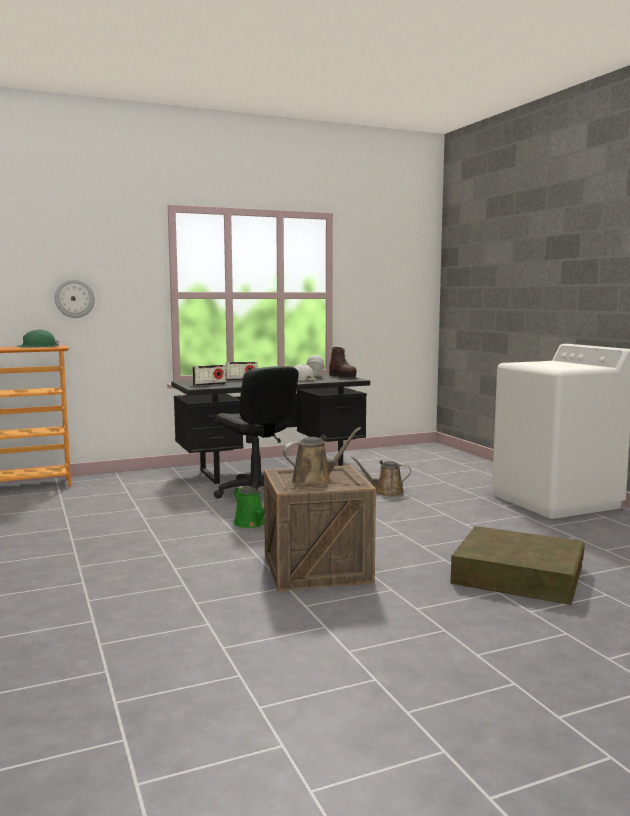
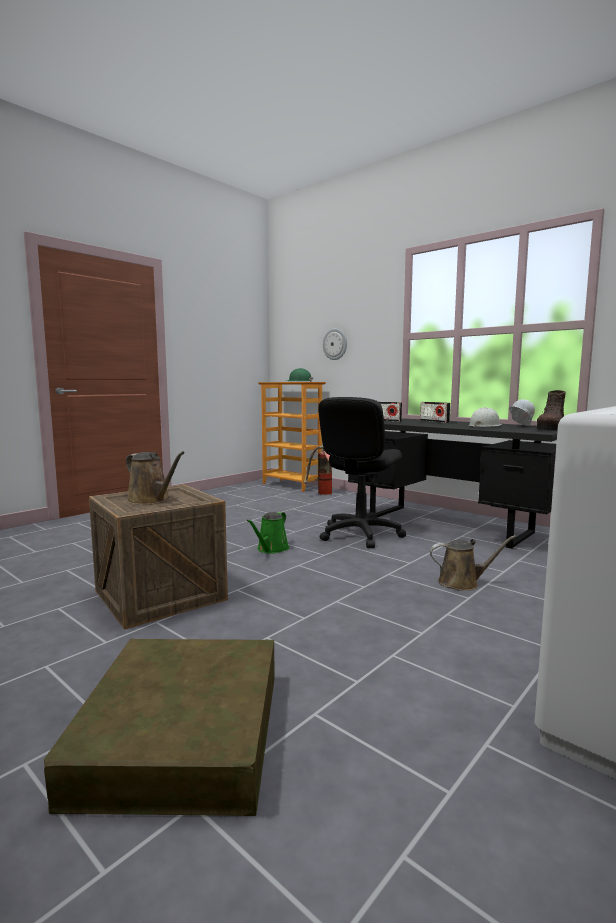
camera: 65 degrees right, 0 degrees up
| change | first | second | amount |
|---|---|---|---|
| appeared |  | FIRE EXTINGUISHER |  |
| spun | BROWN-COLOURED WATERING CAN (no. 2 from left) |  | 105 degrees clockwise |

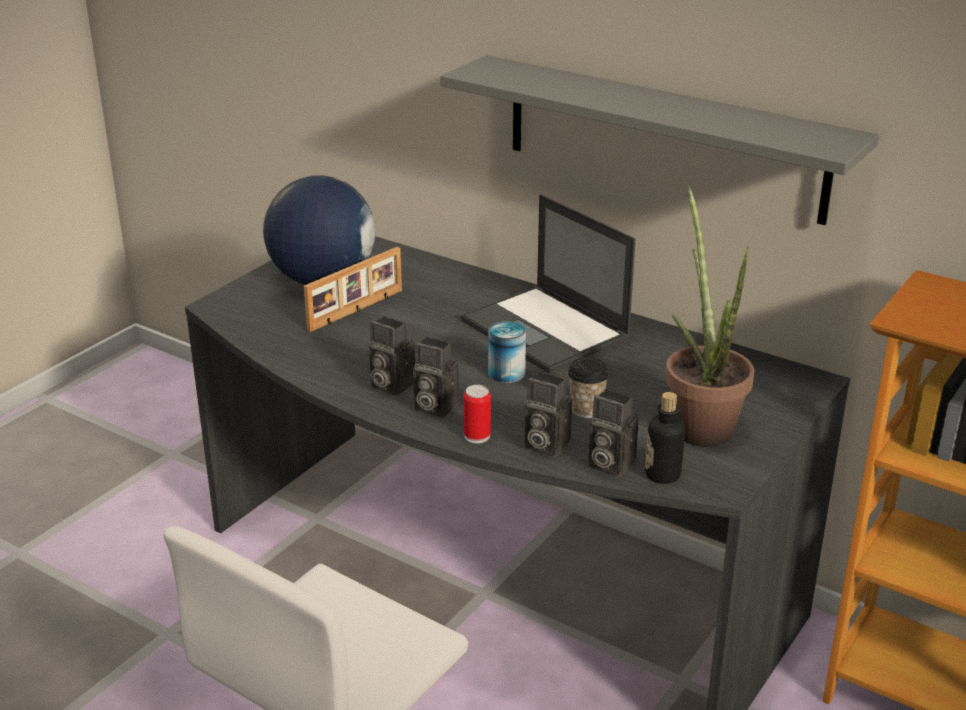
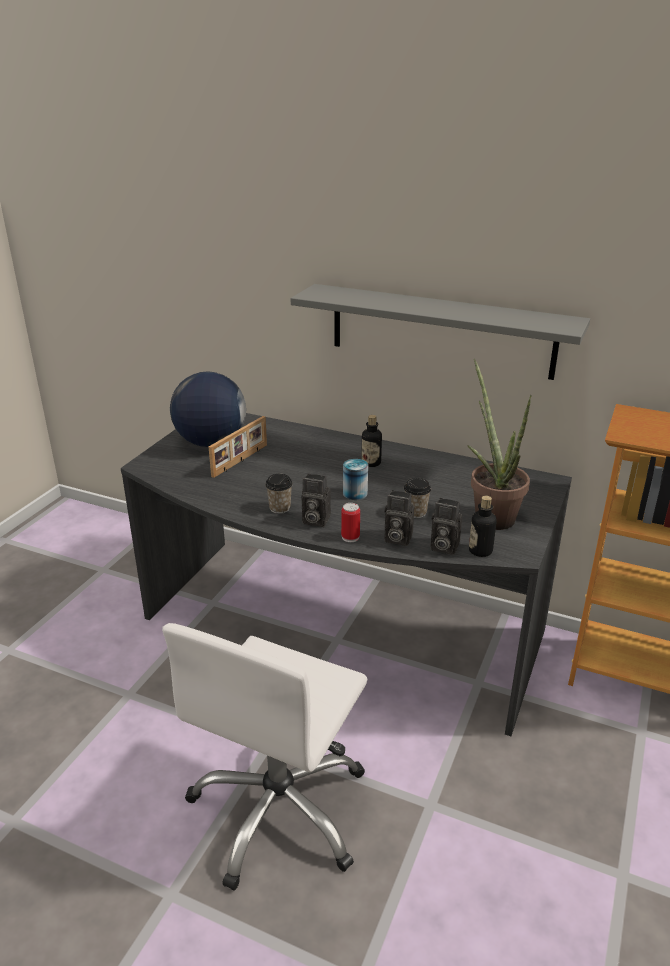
camera: 10 degrees left, 0 degrees up
| change | first | second | amount |
|---|---|---|---|
| exchanged | STILL CAMERA (no. 1 from left) | SMALL CUP (no. 1 from left) |  |
| exchanged | PORTABLE COMPUTER | BEVERAGE BOTTLE (no. 1 from left) |  |

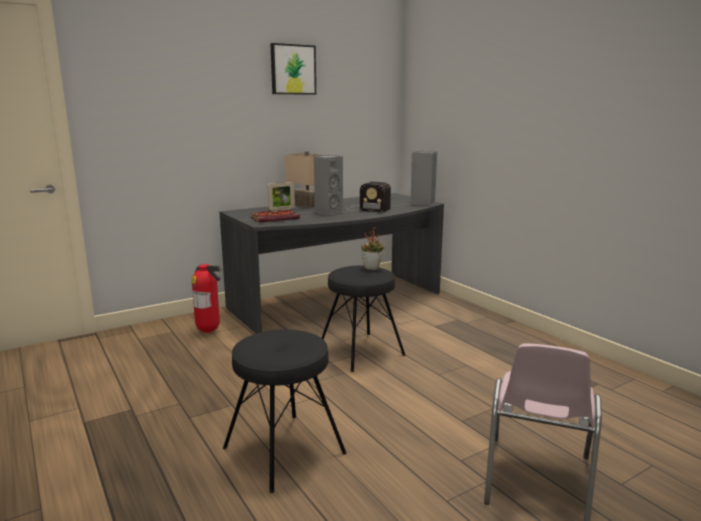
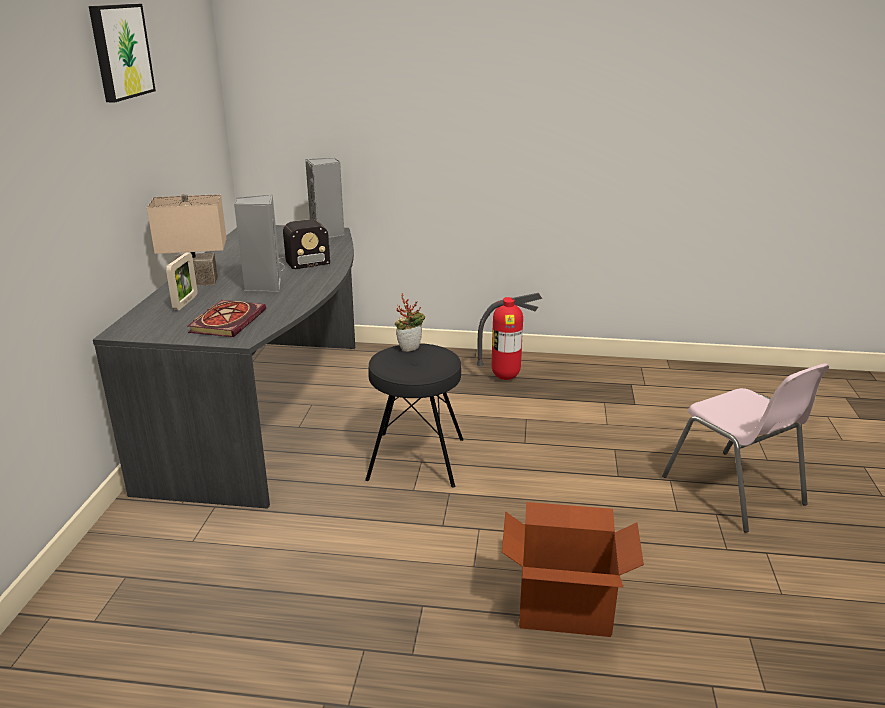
camera: 50 degrees left, 10 degrees up
| change | first | second | amount |
|---|---|---|---|
| relocated | FIRE EXTINGUISHER |  |  |
| exchanged | BLACK SITTING STOOL (no. 1 from left) | CARTON |  |

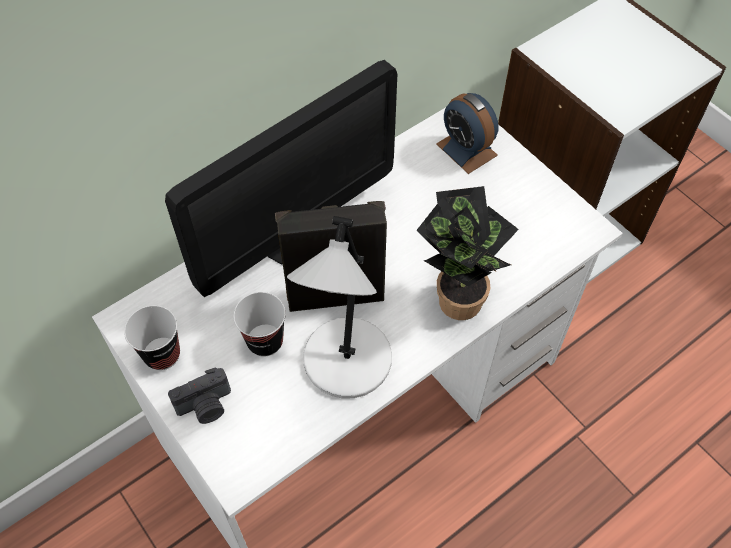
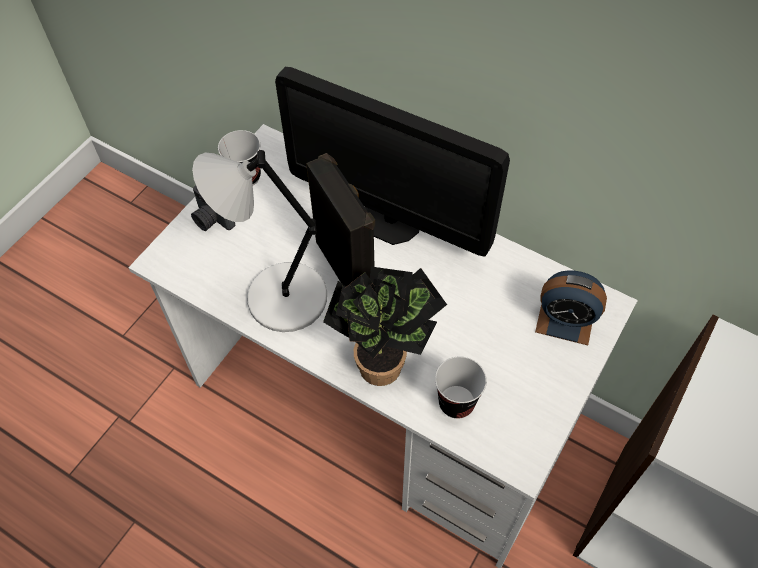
camera: 70 degrees right, 0 degrees up
| change | first | second | amount |
|---|---|---|---|
| relocated | SMALL CUP (no. 2 from left) |  |  |
| spun | ALARM CLOCK |  | 105 degrees counterclockwise |

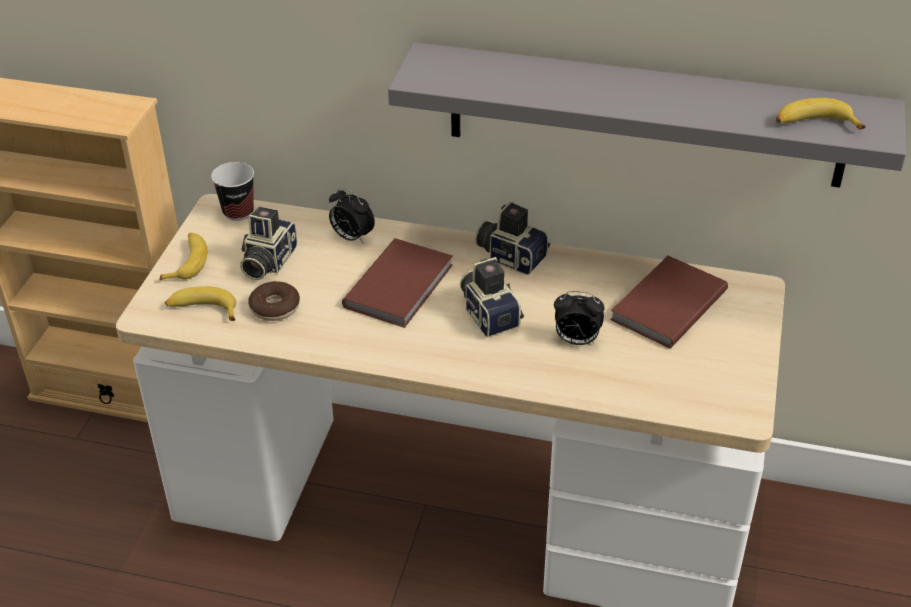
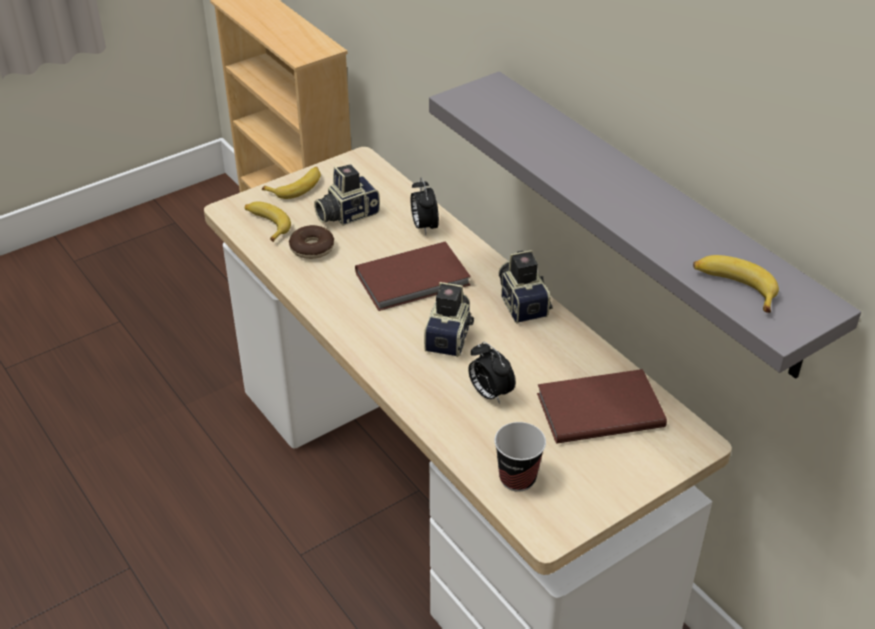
camera: 40 degrees right, 0 degrees up
| change | first | second | amount |
|---|---|---|---|
| relocated | SMALL CUP |  |  |

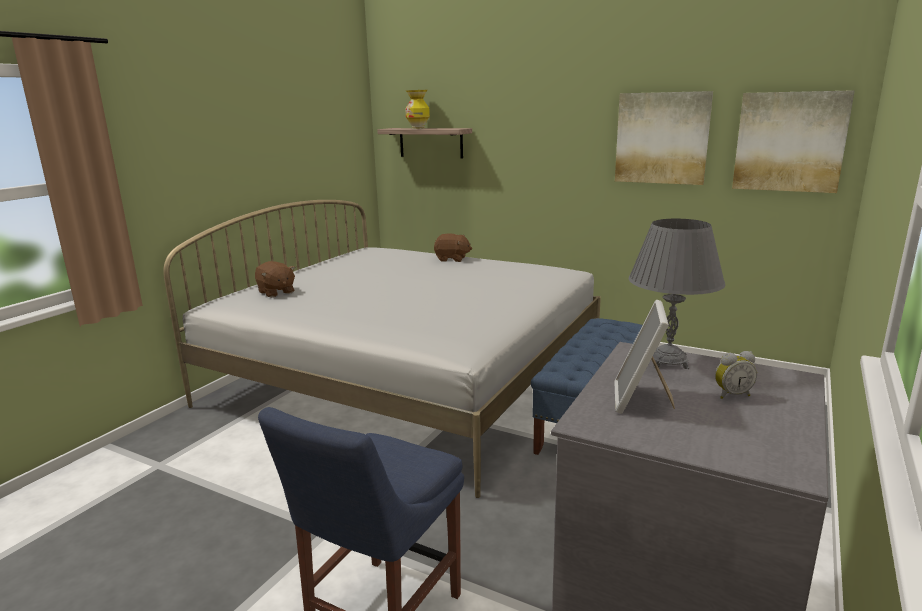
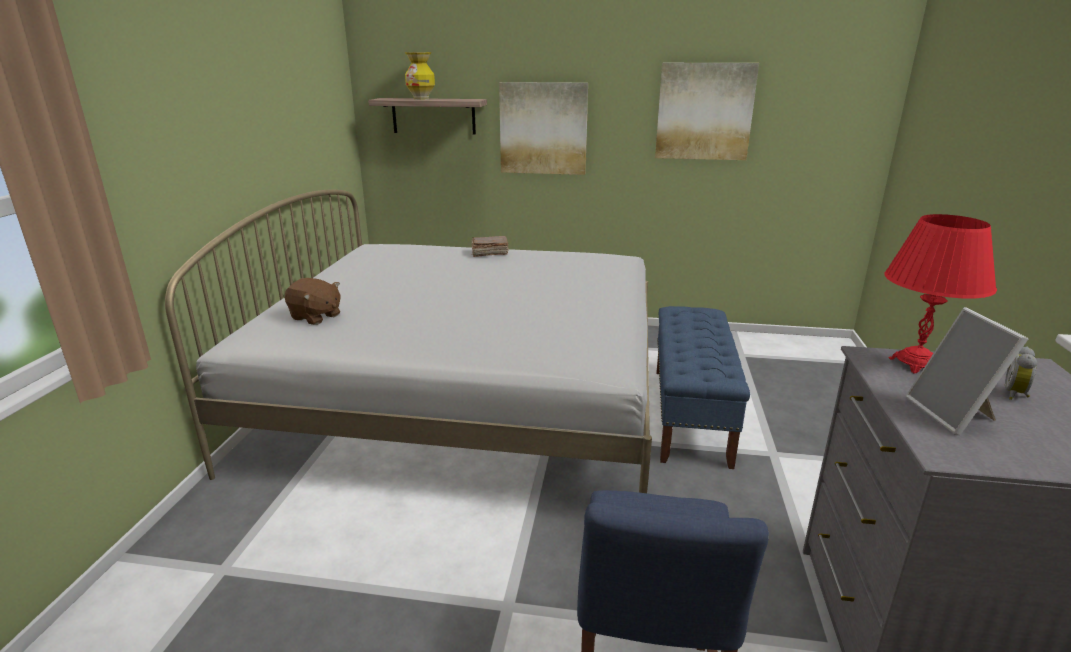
camera: 20 degrees left, 5 degrees up
| change | first | second | amount |
|---|---|---|---|
| relocated | PICTURE (no. 2 from left in the first image) | PICTURE (no. 1 from left) |  |
| exchanged | BROWN-COLOURED CUDDLY TOY (no. 2 from left) | BROWN-COLOURED BOUND BOOK |  |
| colour | GRAY TABLETOP LAMP | RED TABLETOP LAMP |  |
| spun | ALARM CLOCK |  | 150 degrees clockwise |

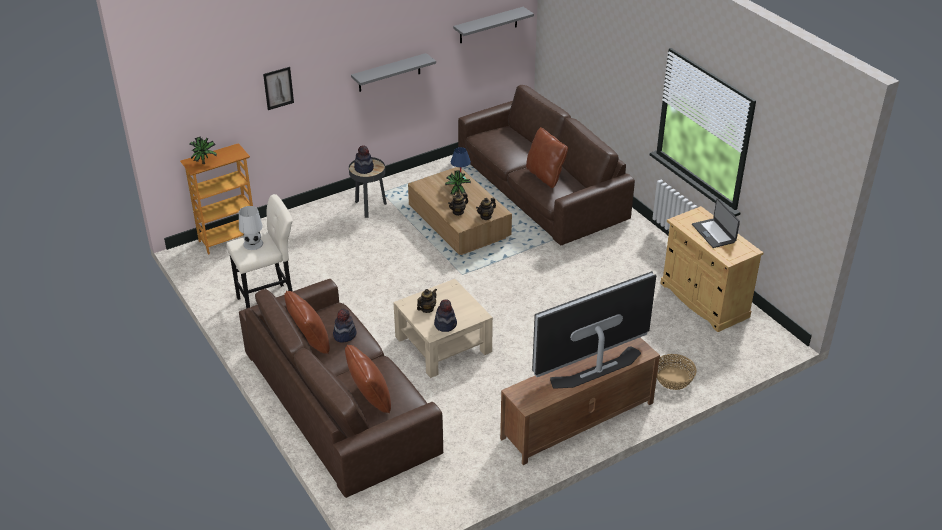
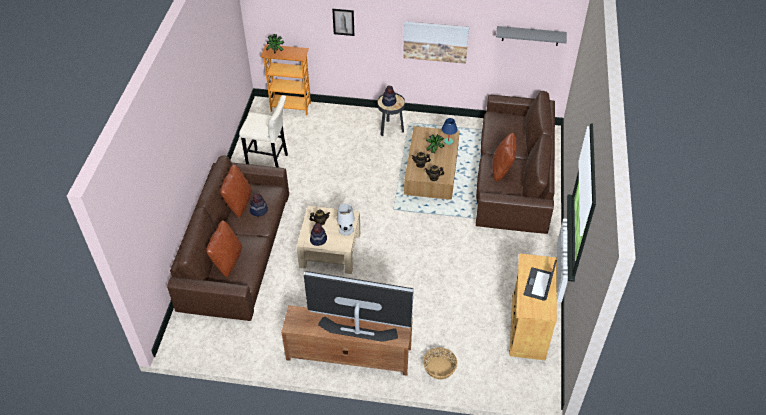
camera: 40 degrees right, 10 degrees up
| change | first | second | amount |
|---|---|---|---|
| relocated | WHITE-COLOURED TABLETOP LAMP |  |  |
| exchanged | GRAY SHELF (no. 1 from left) | PICTURE (no. 2 from left) |  |

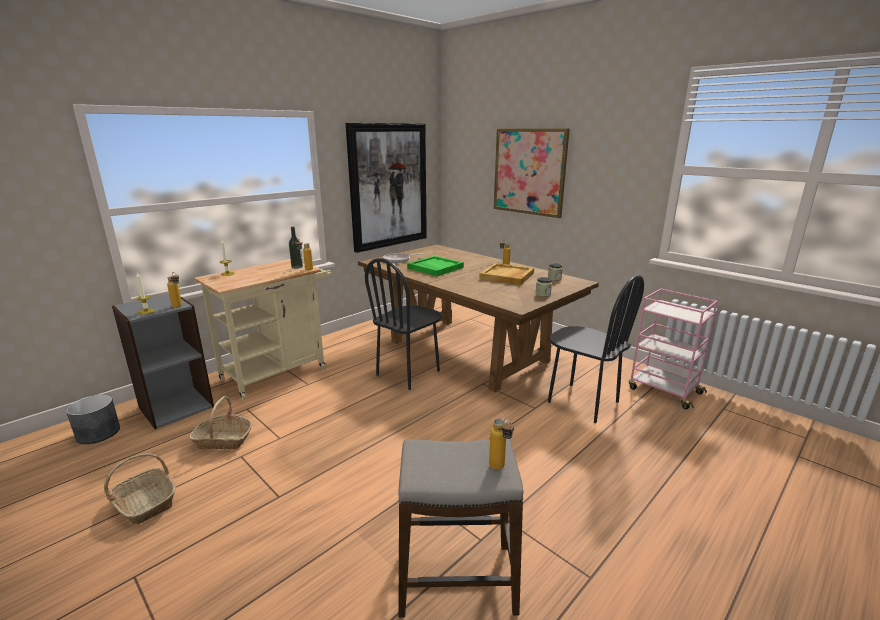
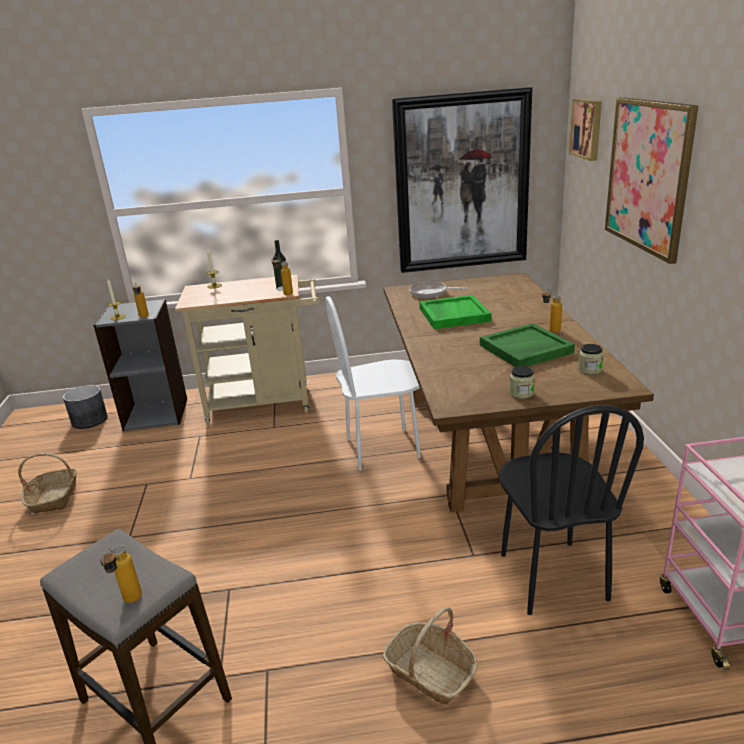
camera: 40 degrees right, 5 degrees up
| change | first | second | amount |
|---|---|---|---|
| appeared |  | PICTURE (no. 2 from left) |  |
| relocated | BASKET (no. 2 from left) |  |  |
| colour | BLACK UPRIGHT CHAIR (no. 1 from left) | WHITE-COLOURED UPRIGHT CHAIR |  |
| colour | BEIGE SERVING TRAY | GREENISH SERVING TRAY (no. 2 from left) |  |

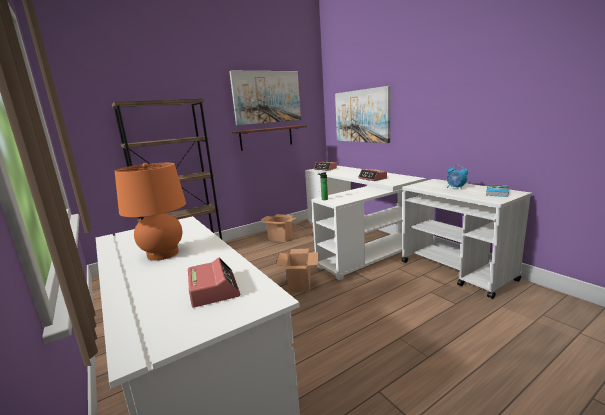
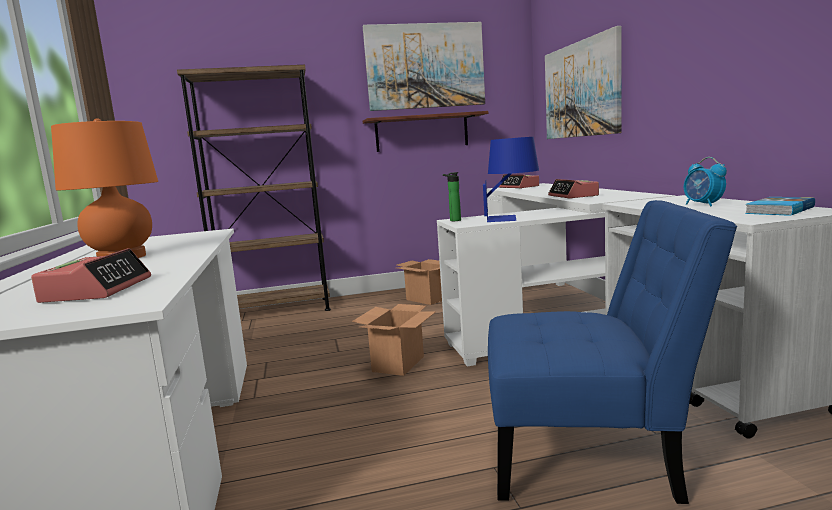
camera: 20 degrees right, 5 degrees down
| change | first | second | amount |
|---|---|---|---|
| appeared |  | BLUE TABLETOP LAMP |  |
| appeared |  | BLUE UPRIGHT CHAIR |  |

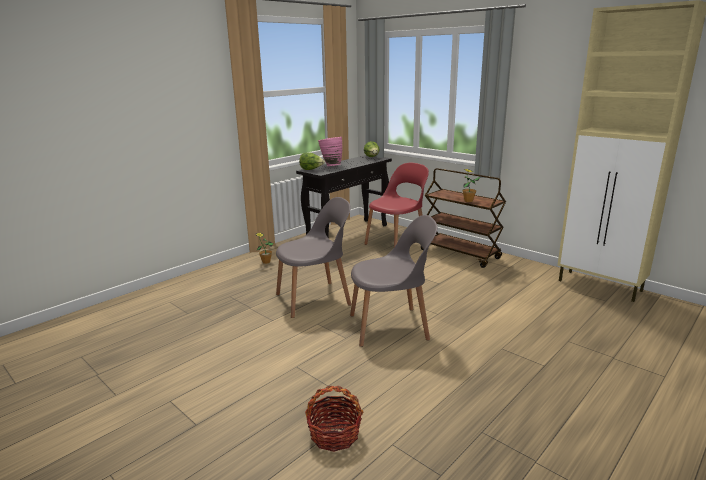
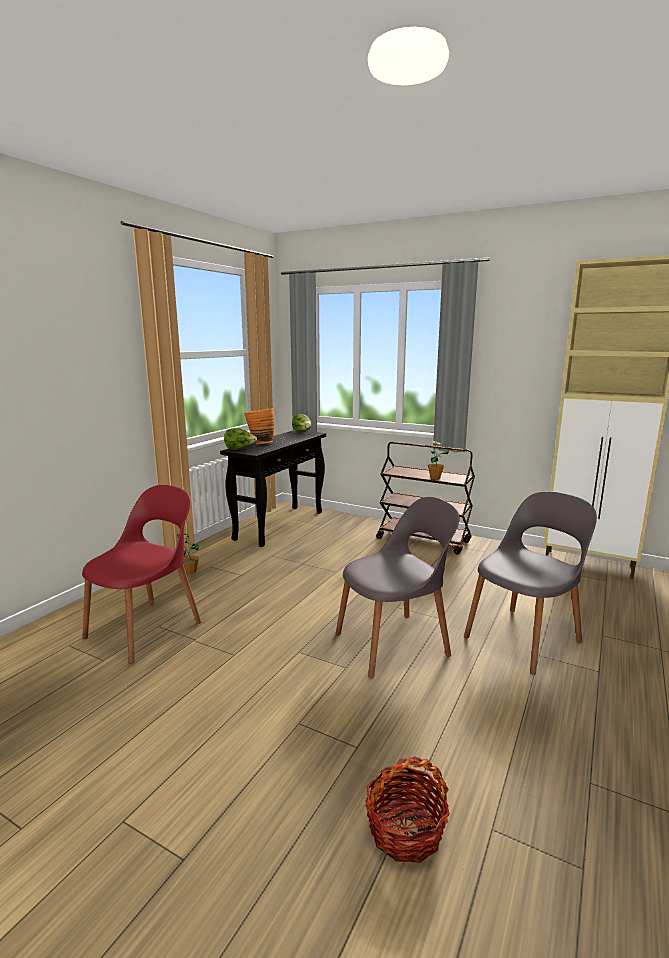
camera: 15 degrees left, 5 degrees down
| change | first | second | amount |
|---|---|---|---|
| relocated | GRAY UPRIGHT CHAIR (no. 1 from left in the first image) | GRAY UPRIGHT CHAIR (no. 2 from left) |  |
| relocated | RED UPRIGHT CHAIR |  |  |
| colour | PINKISH DECORATIVE VASE | ORANGE DECORATIVE VASE |  |

